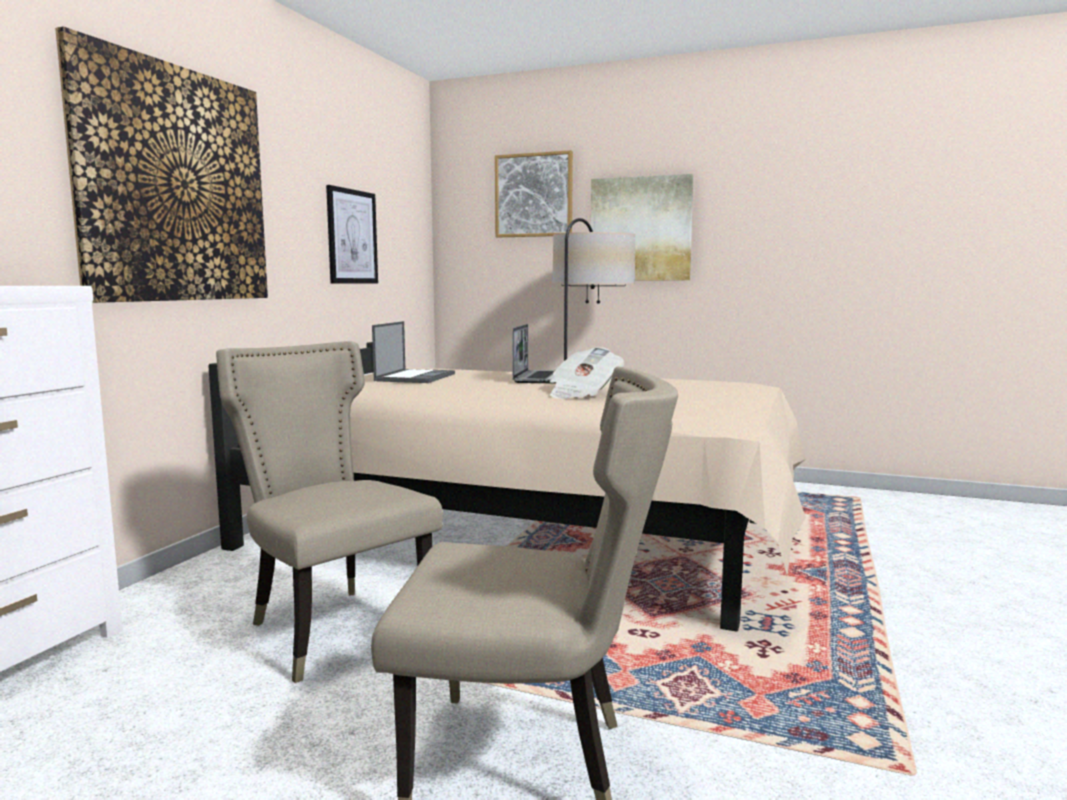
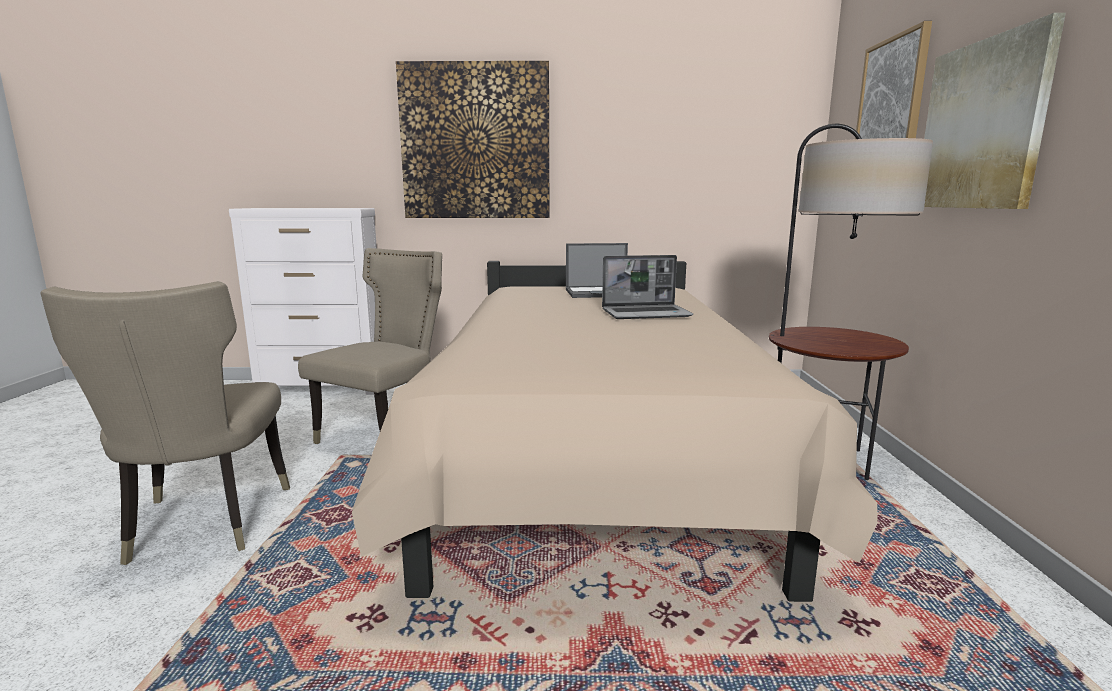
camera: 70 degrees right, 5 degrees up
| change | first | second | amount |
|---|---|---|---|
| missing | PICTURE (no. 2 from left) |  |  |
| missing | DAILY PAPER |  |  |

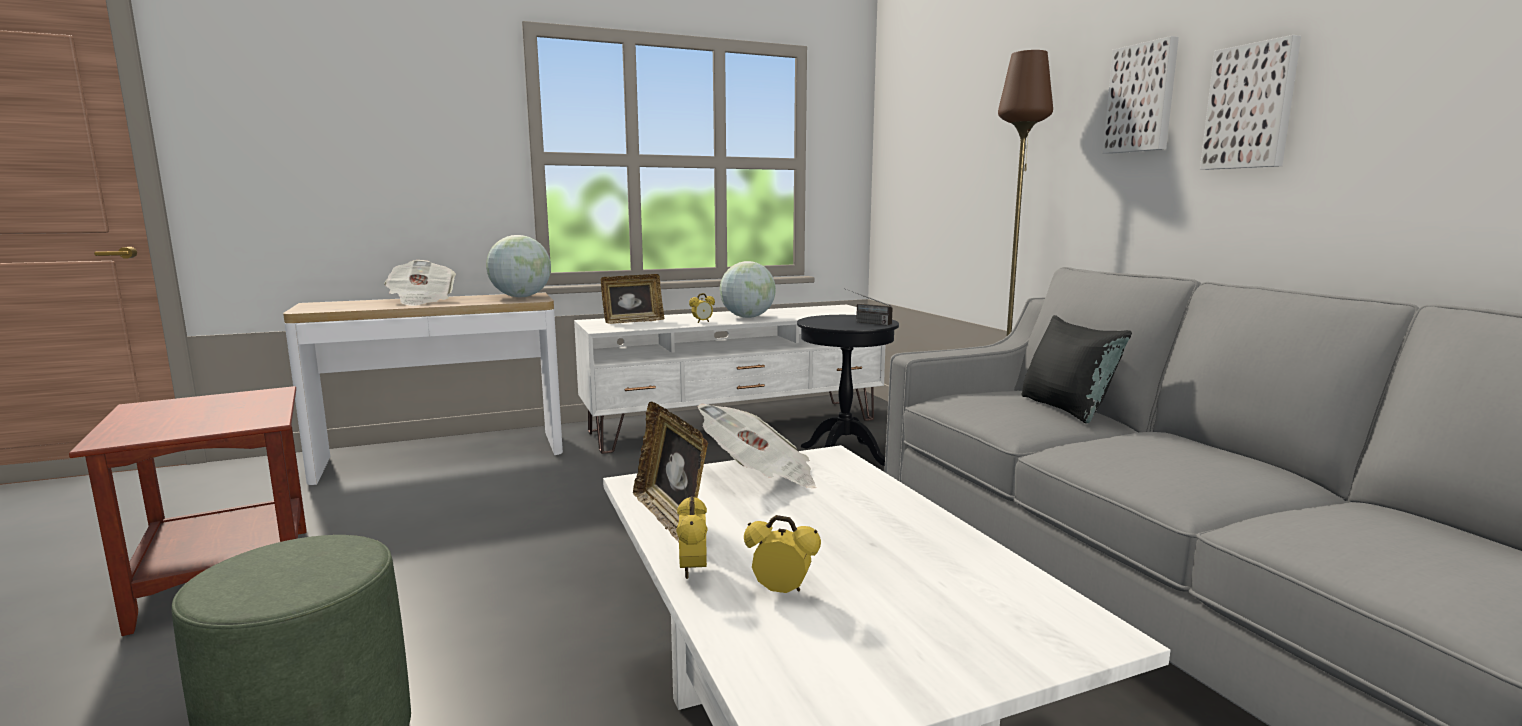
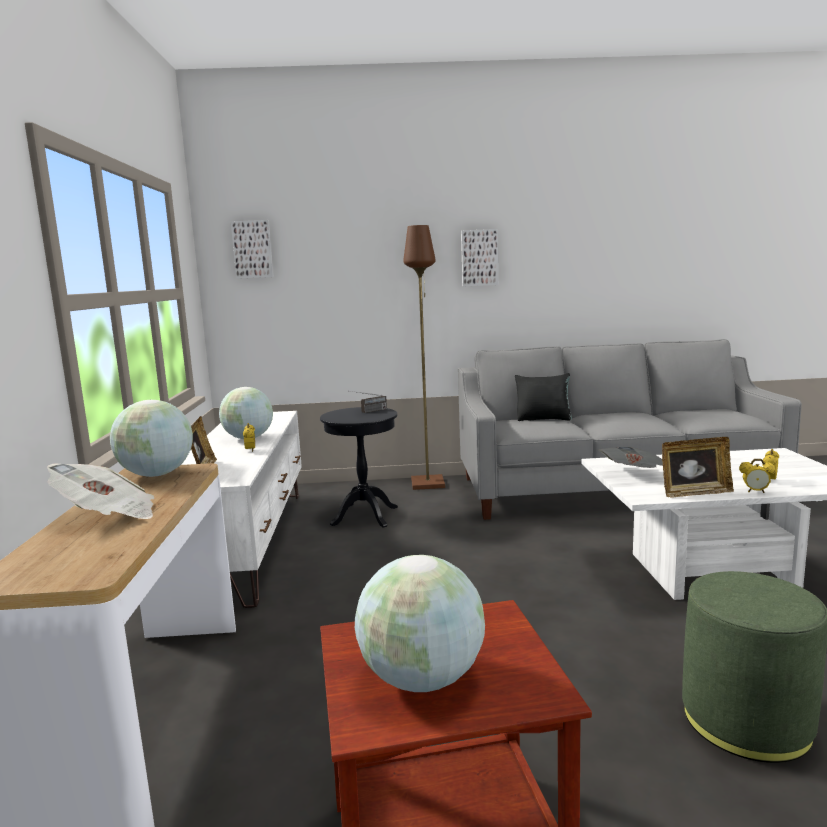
camera: 70 degrees left, 0 degrees up
| change | first | second | amount |
|---|---|---|---|
| appeared |  | GLOBE (no. 3 from left) |  |
| relocated | PICTURE (no. 2 from left in the first image) | PICTURE (no. 1 from left) |  |

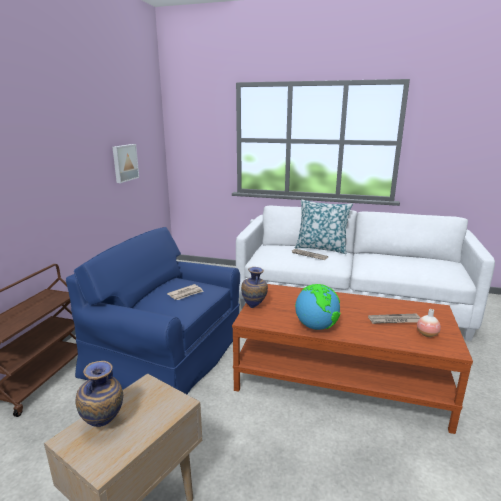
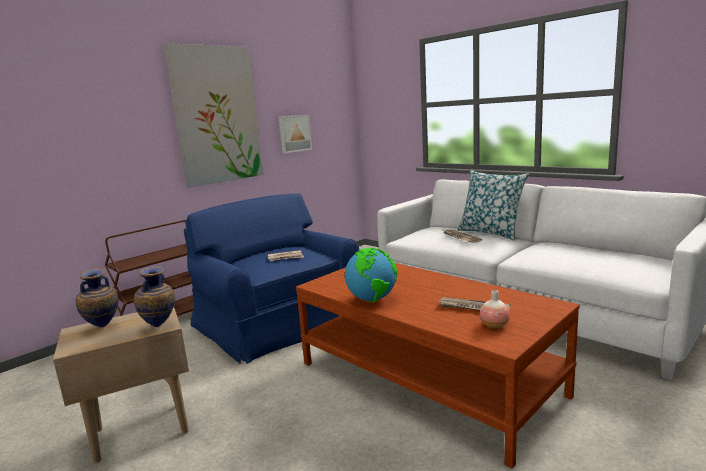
camera: 30 degrees right, 5 degrees down
| change | first | second | amount |
|---|---|---|---|
| appeared |  | PICTURE (no. 1 from left) |  |
| relocated | DECORATIVE VASE (no. 2 from left) |  |  |

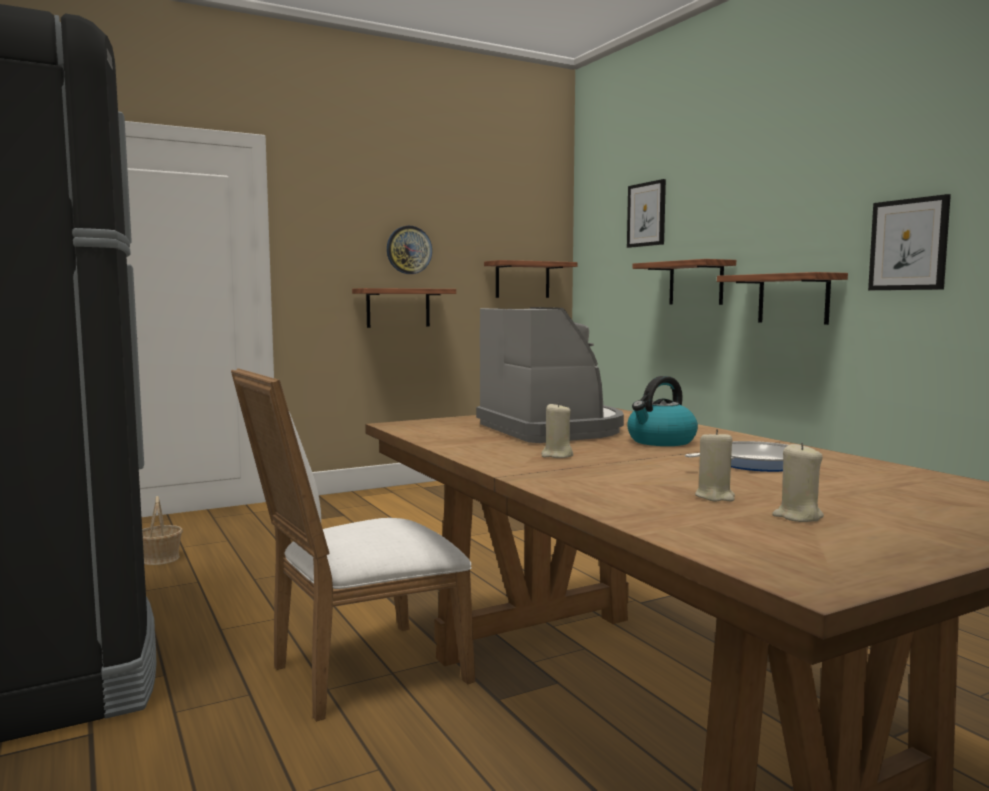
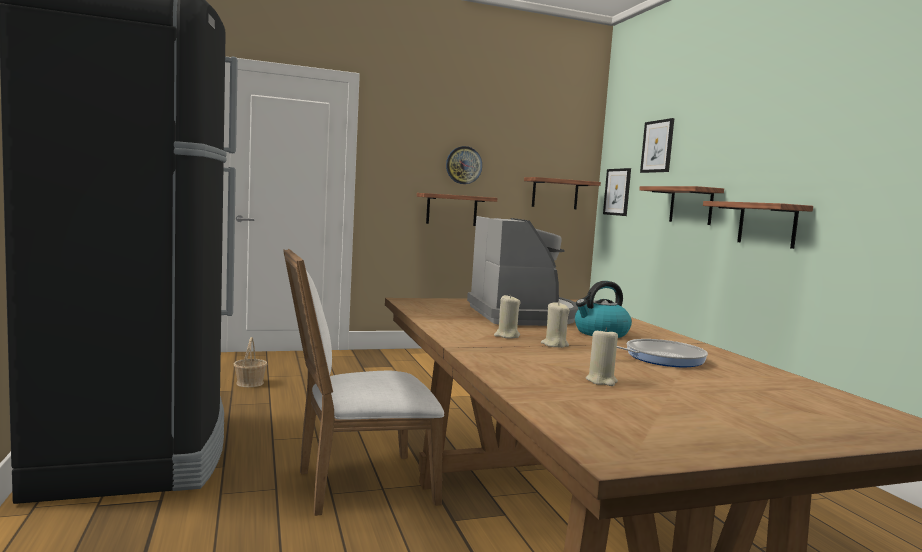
camera: 10 degrees right, 0 degrees up
| change | first | second | amount |
|---|---|---|---|
| relocated | BEIGE WAX LIGHT (no. 3 from left in the first image) | BEIGE WAX LIGHT (no. 2 from left) |  |
| relocated | PICTURE (no. 2 from left in the first image) | PICTURE (no. 1 from left) |  |

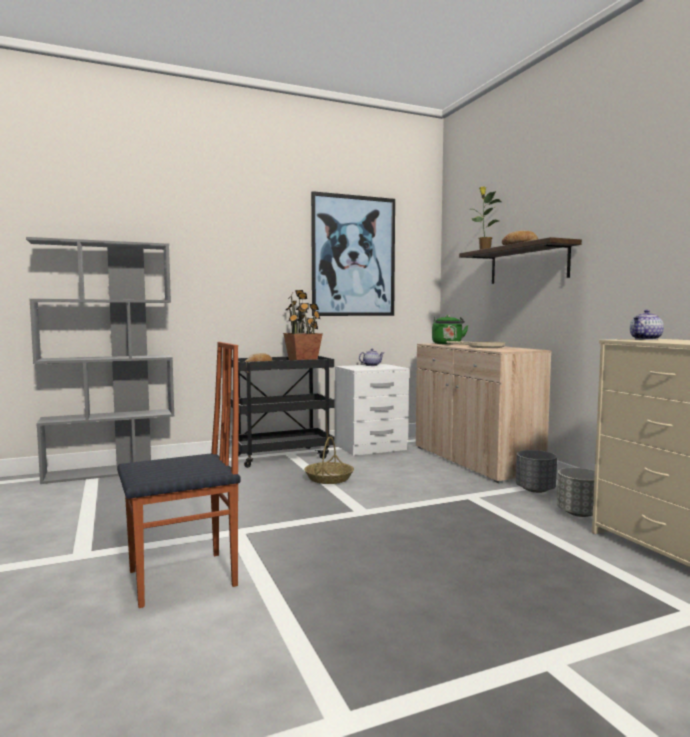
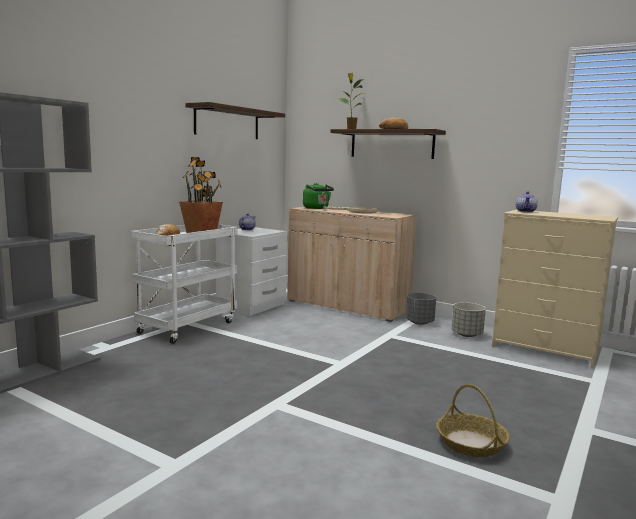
camera: 35 degrees left, 5 degrees up
| change | first | second | amount |
|---|---|---|---|
| missing | UPRIGHT CHAIR |  |  |
| relocated | BASKET |  |  |
| exchanged | PICTURE | SHELF (no. 1 from left) |  |
| colour | BLACK CART | WHITE-COLOURED CART |  |

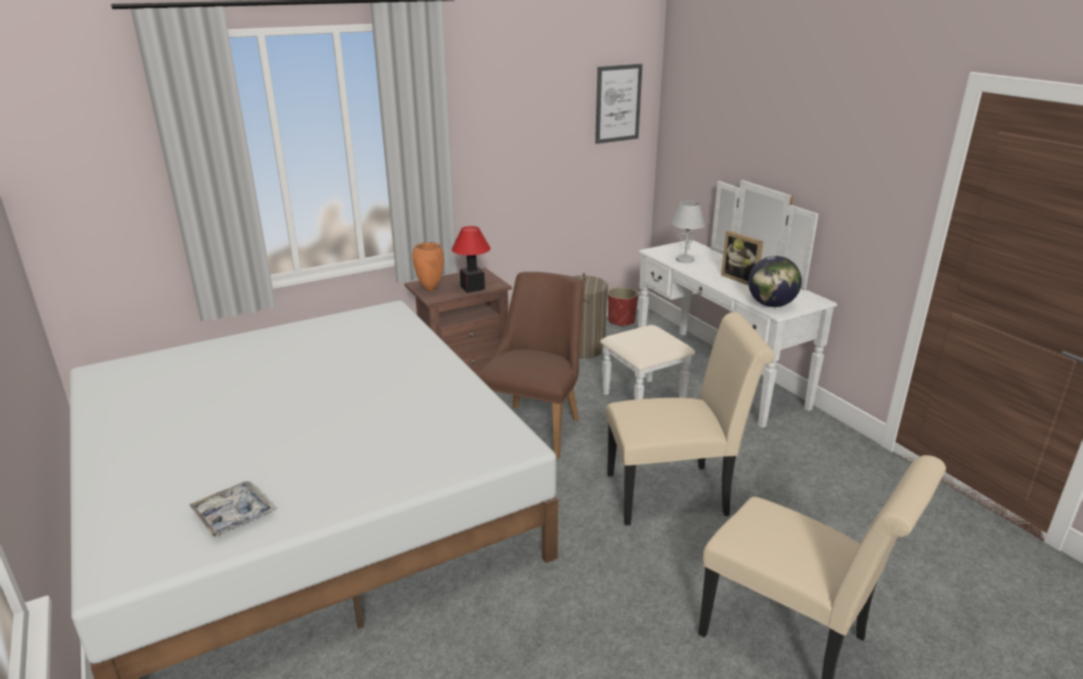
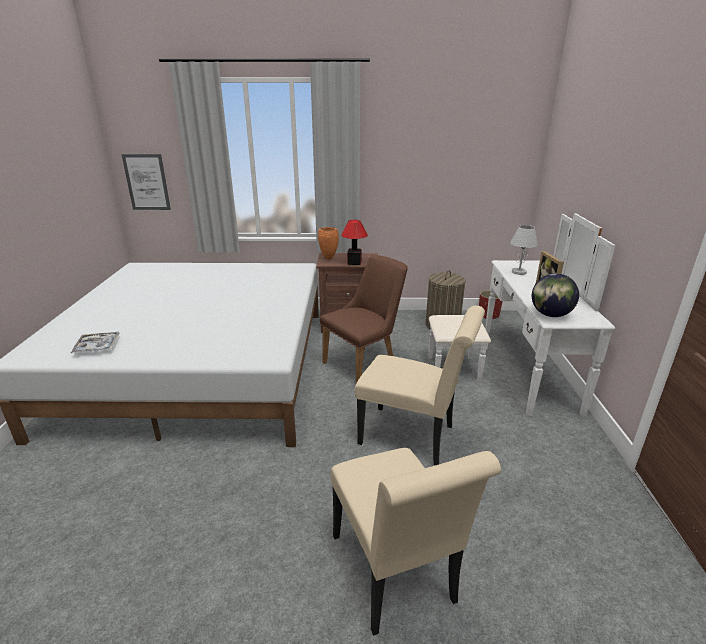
camera: 30 degrees right, 0 degrees up
| change | first | second | amount |
|---|---|---|---|
| relocated | PICTURE |  |  |

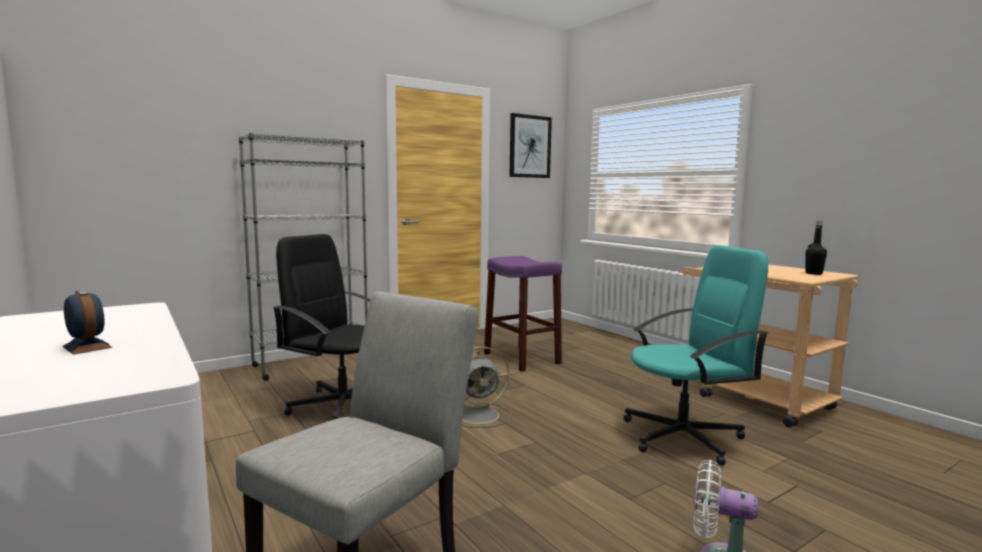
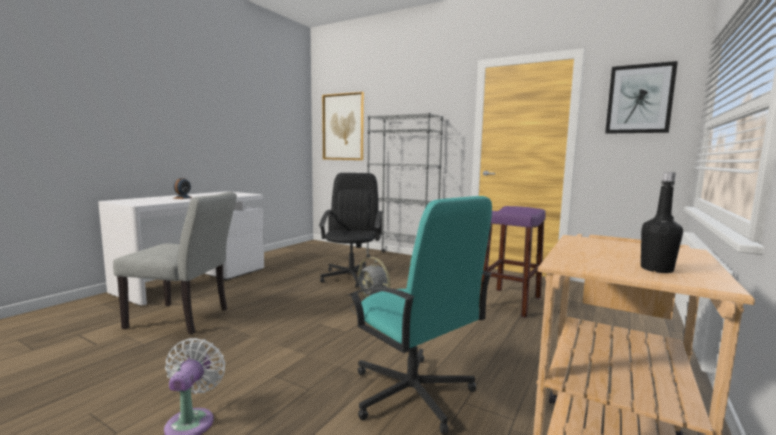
camera: 65 degrees right, 0 degrees up
| change | first | second | amount |
|---|---|---|---|
| appeared |  | PICTURE (no. 1 from left) |  |

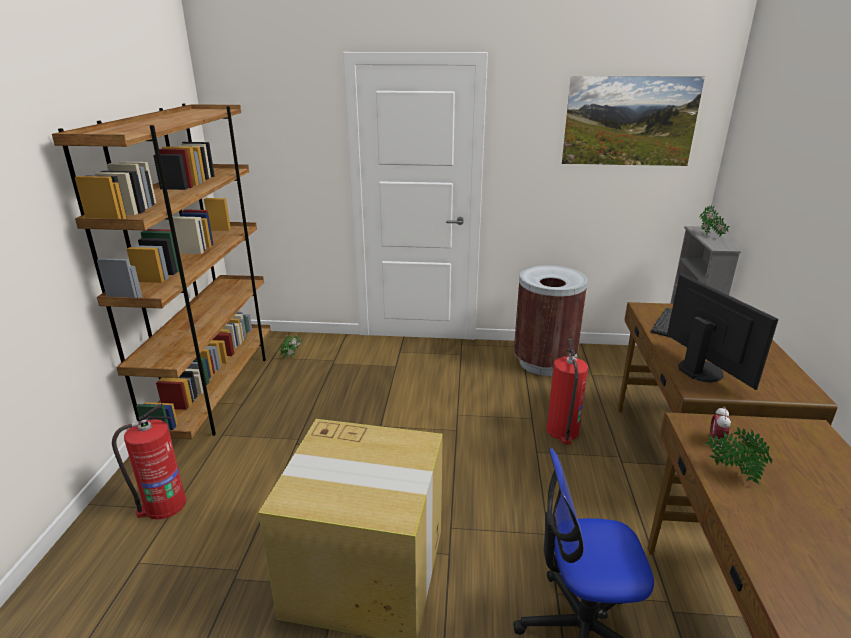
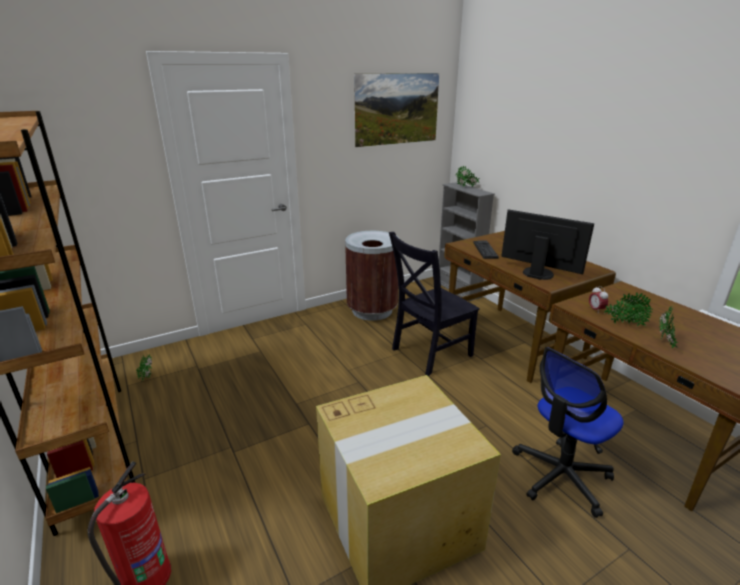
camera: 35 degrees left, 0 degrees up
| change | first | second | amount |
|---|---|---|---|
| appeared |  | HOUSEPLANT (no. 4 from left) |  |
| exchanged | FIRE EXTINGUISHER (no. 2 from left) | BLACK UPRIGHT CHAIR |  |

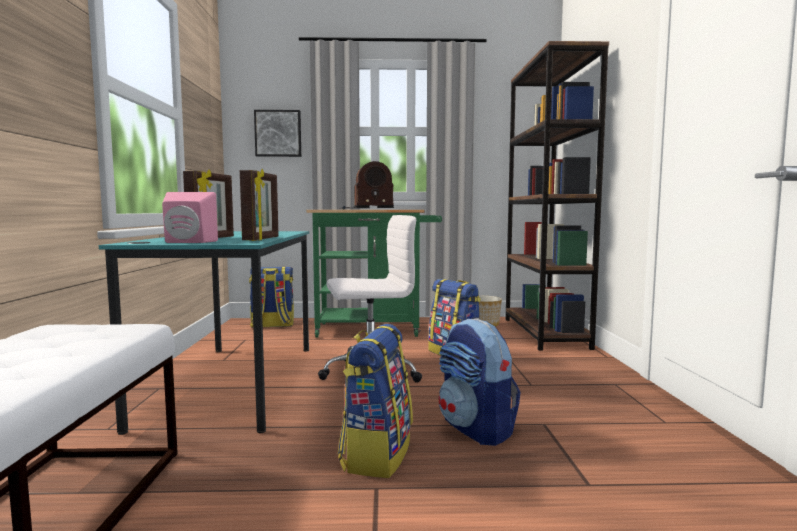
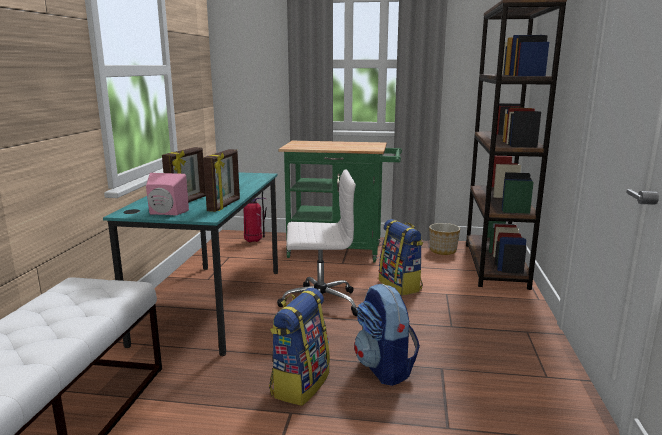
camera: 10 degrees right, 10 degrees up
| change | first | second | amount |
|---|---|---|---|
| missing | PICTURE |  |  |
| missing | RADIO SET |  |  |
| exchanged | KNAPSACK (no. 1 from left) | FIRE EXTINGUISHER |  |

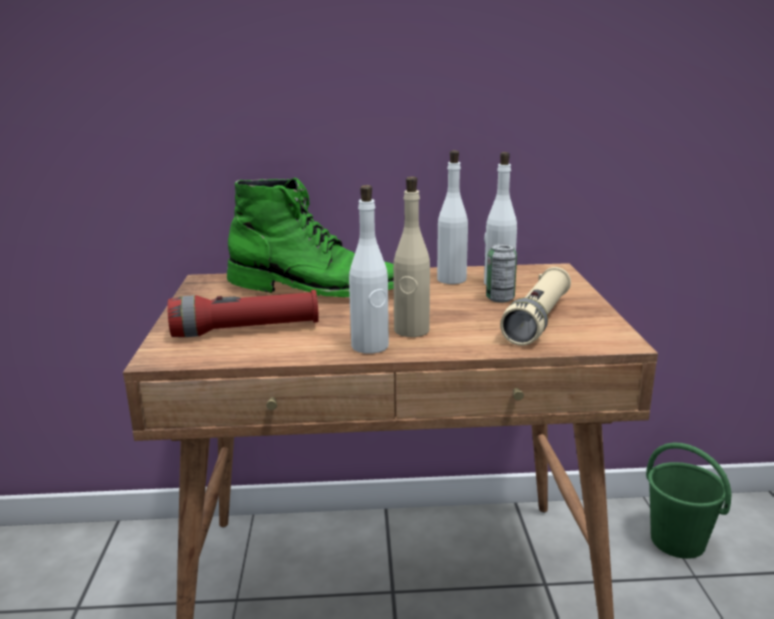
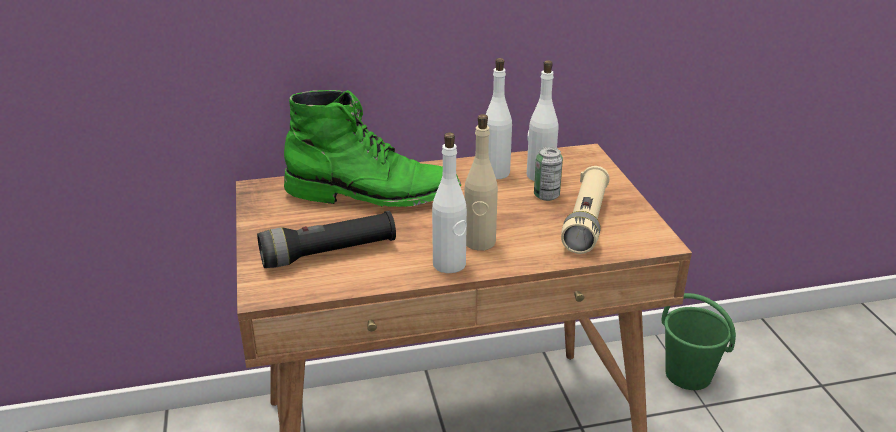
camera: 10 degrees left, 10 degrees up
| change | first | second | amount |
|---|---|---|---|
| colour | RED HAND TORCH | BLACK HAND TORCH |  |

